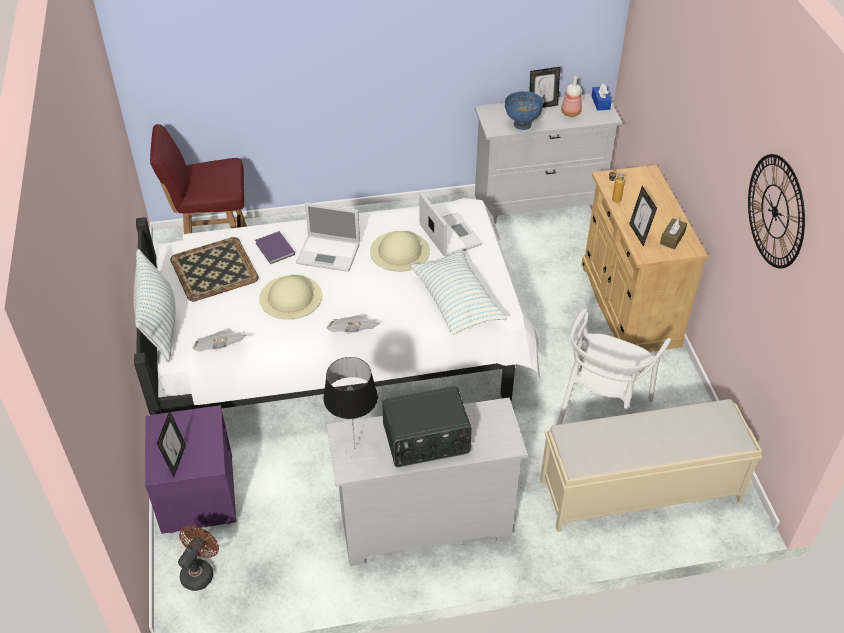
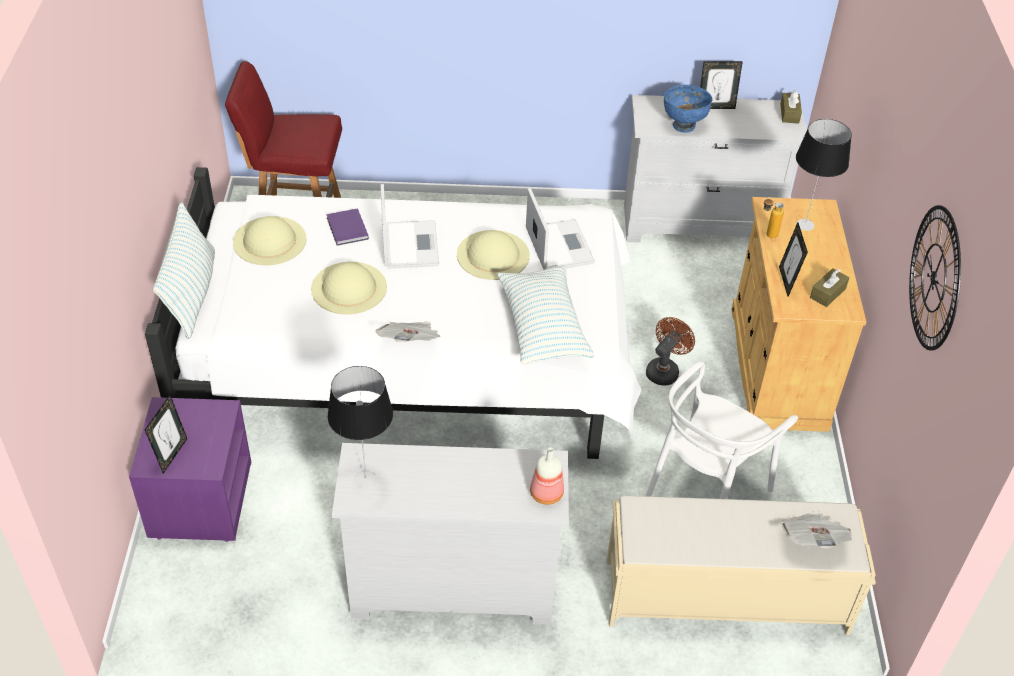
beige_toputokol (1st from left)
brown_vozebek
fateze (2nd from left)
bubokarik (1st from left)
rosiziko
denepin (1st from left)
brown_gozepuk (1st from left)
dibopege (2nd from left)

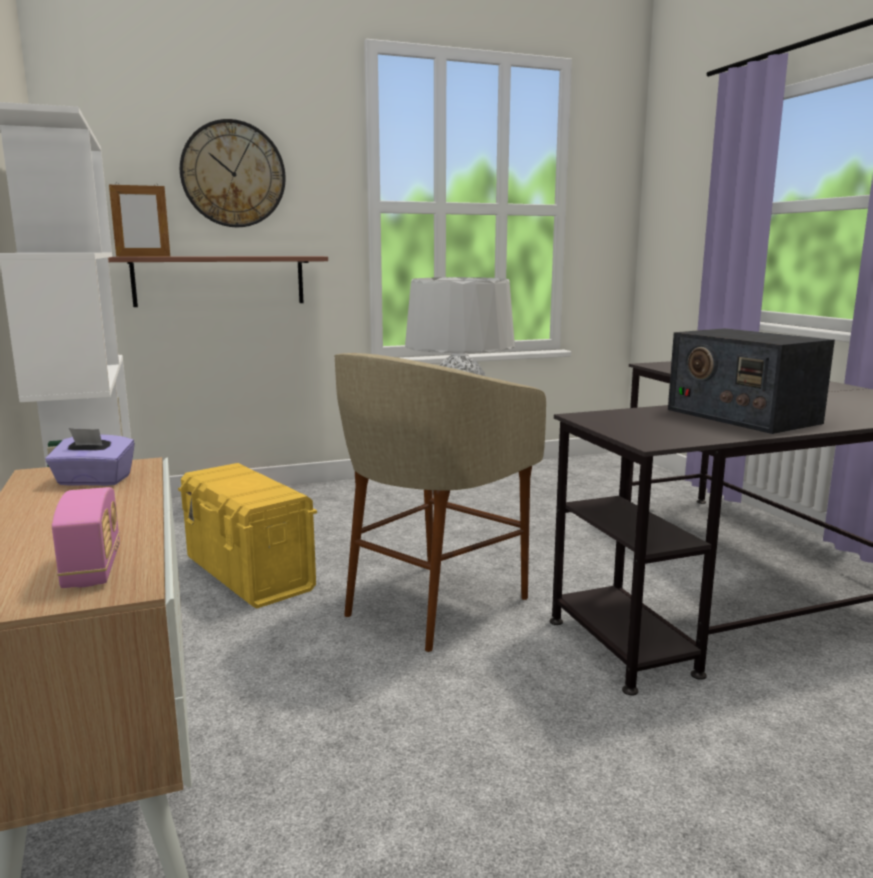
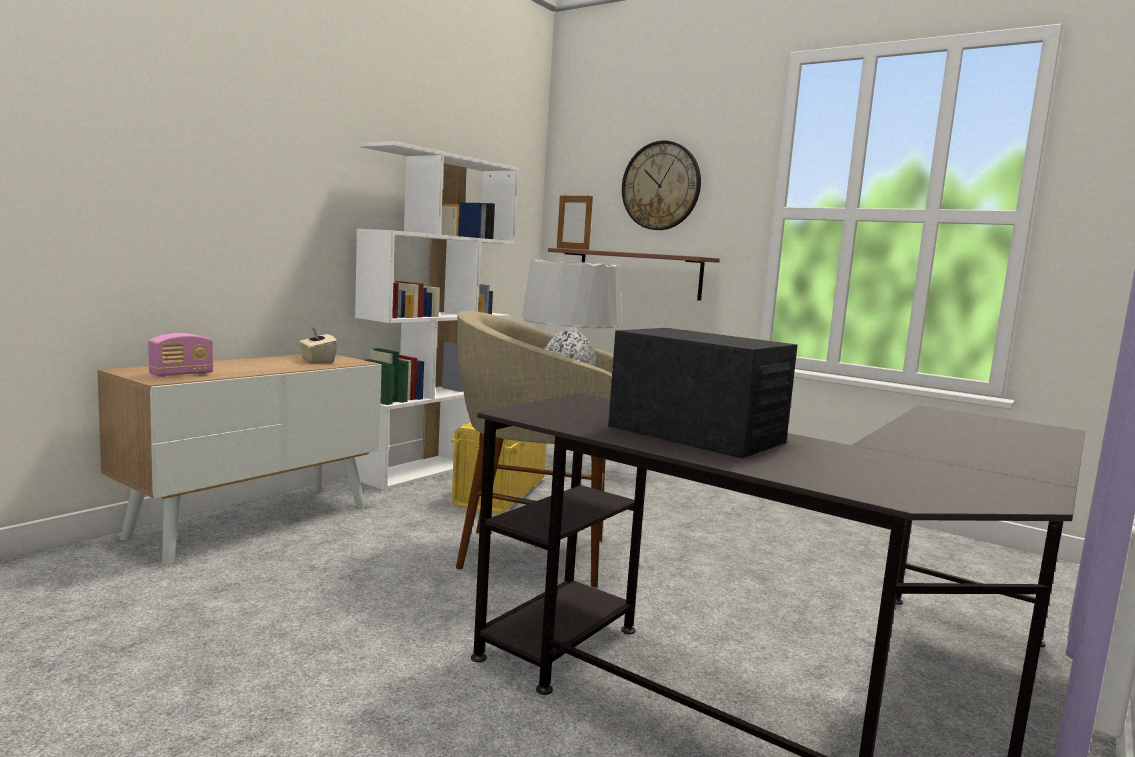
beige_gozepuk
rosiziko (2nd from left)

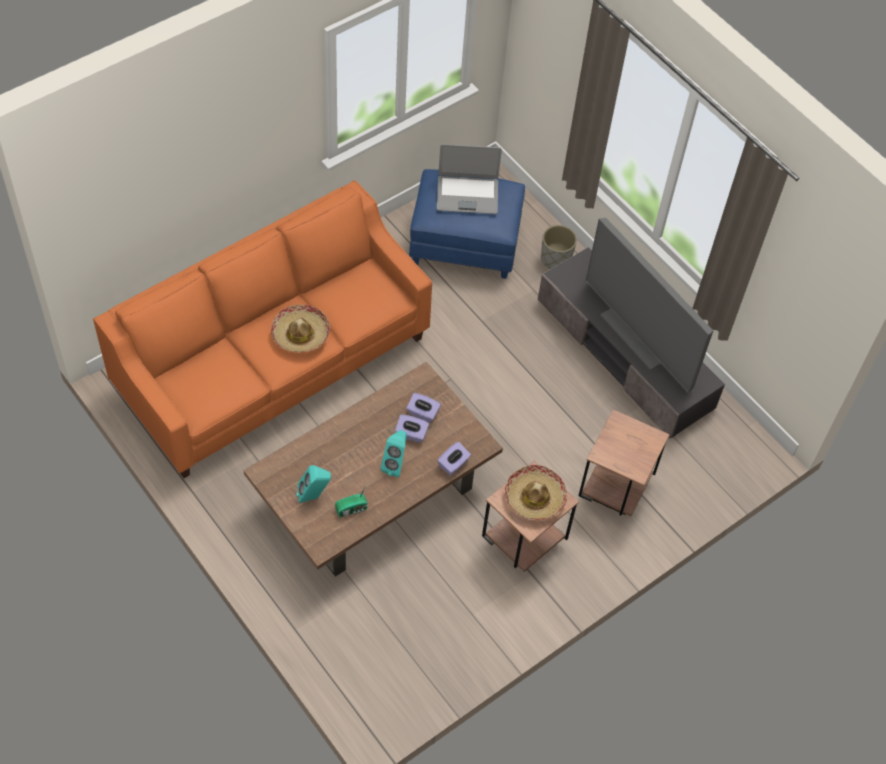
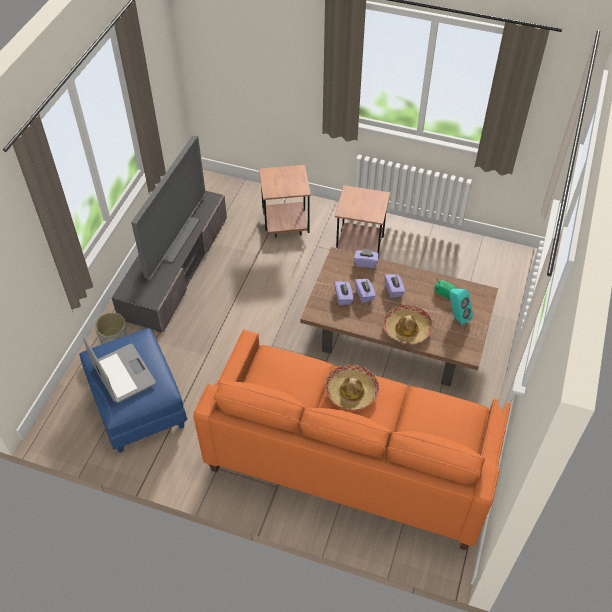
purple_gozepuk (4th from left)
toputokol (2nd from left)

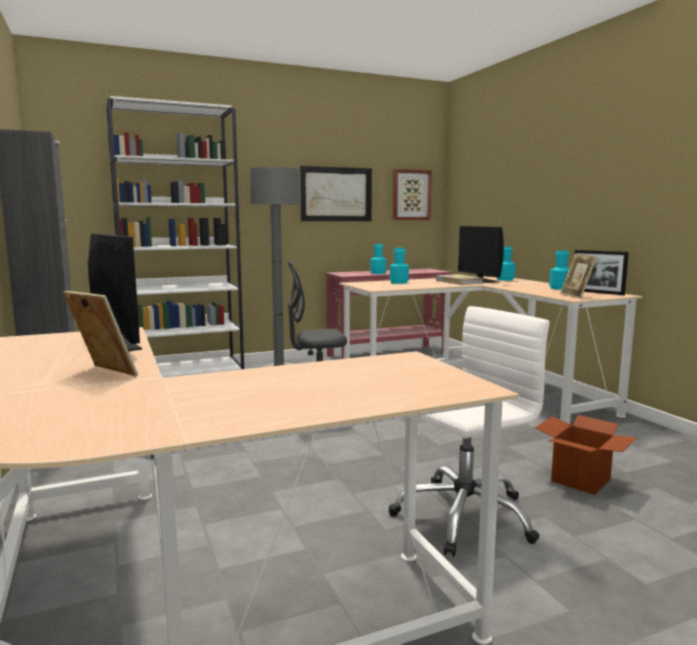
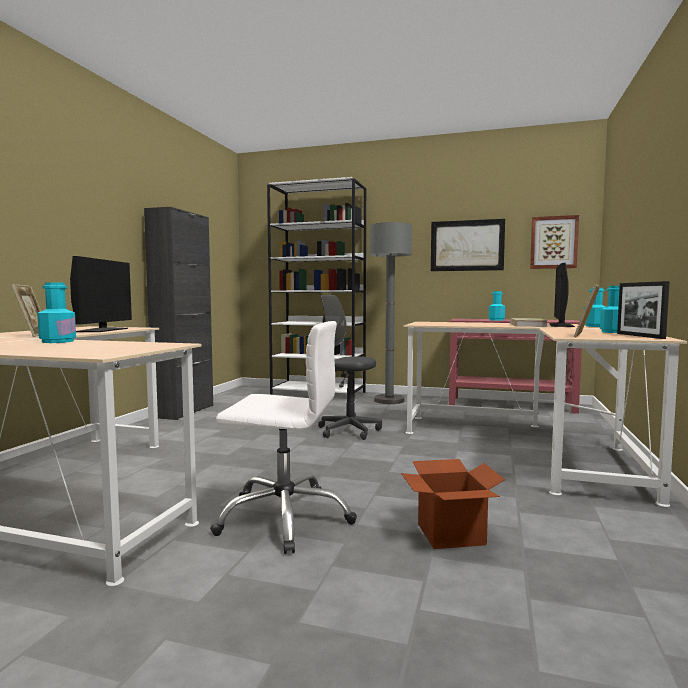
turquoise_denepin (1st from left)

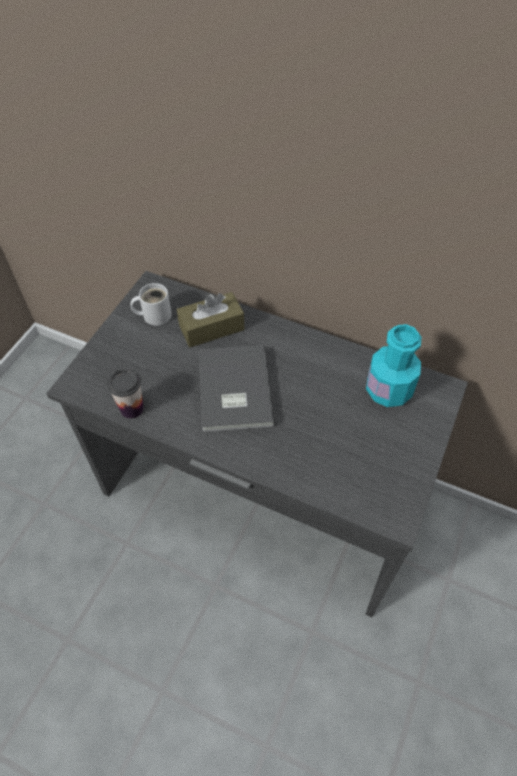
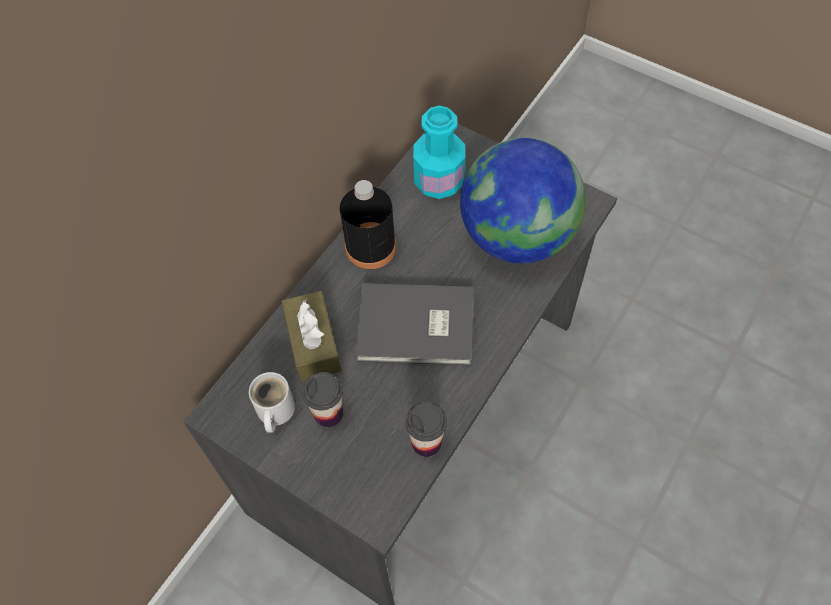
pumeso (1st from left)
black_denepin
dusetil

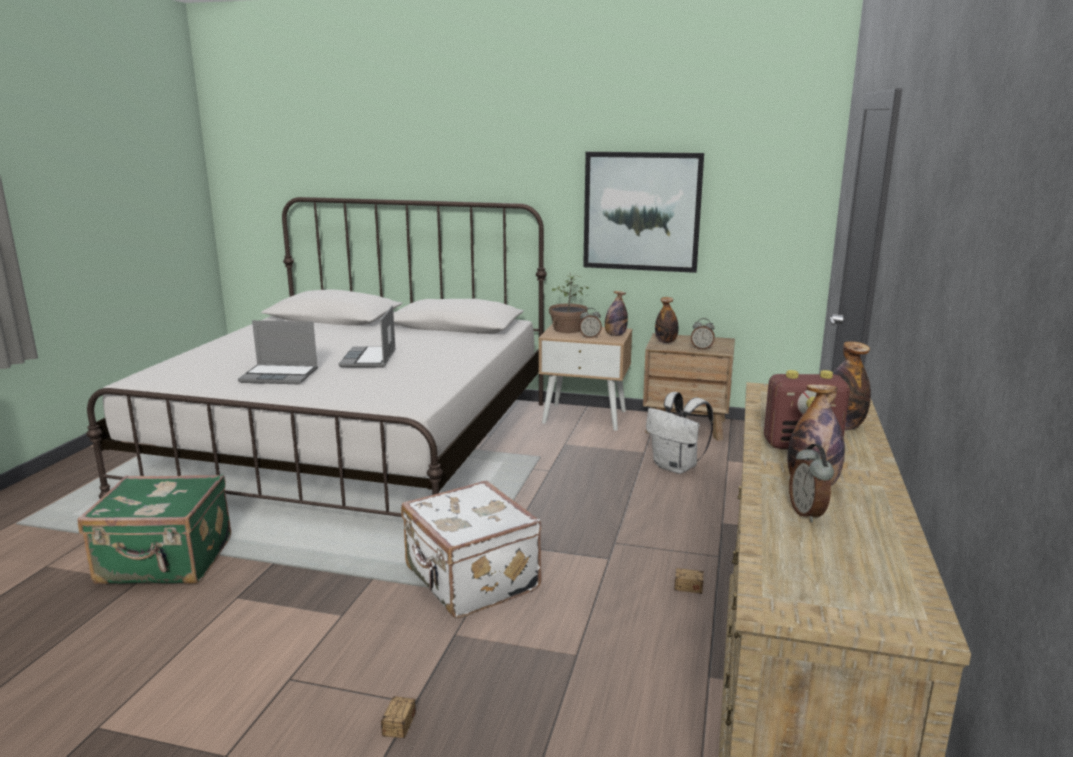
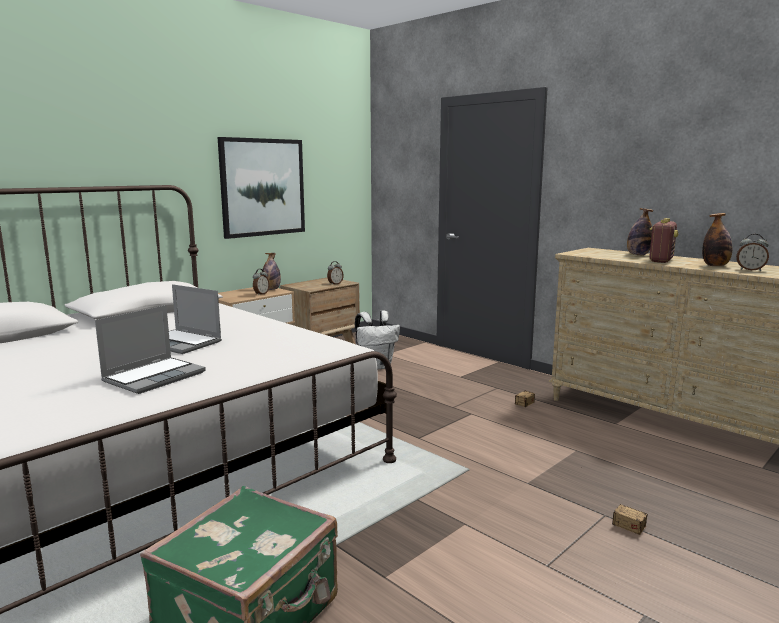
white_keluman
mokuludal
denepin (2nd from left in the first image)

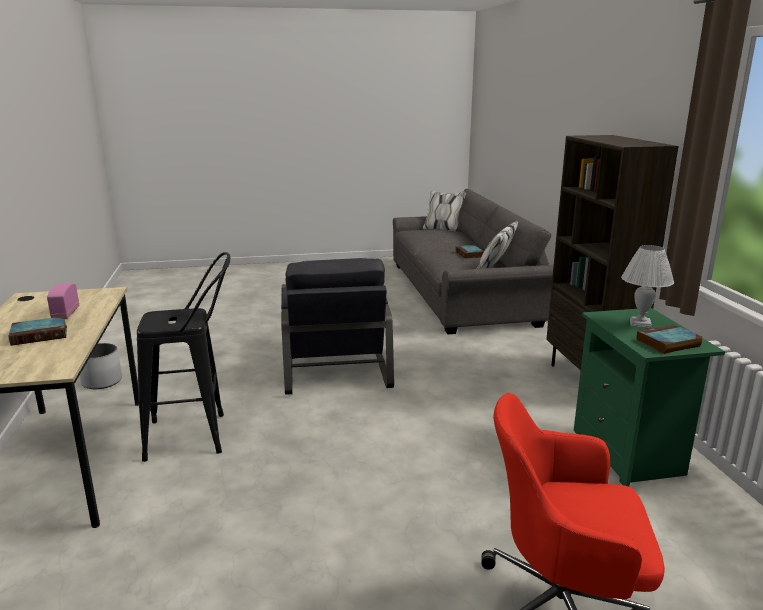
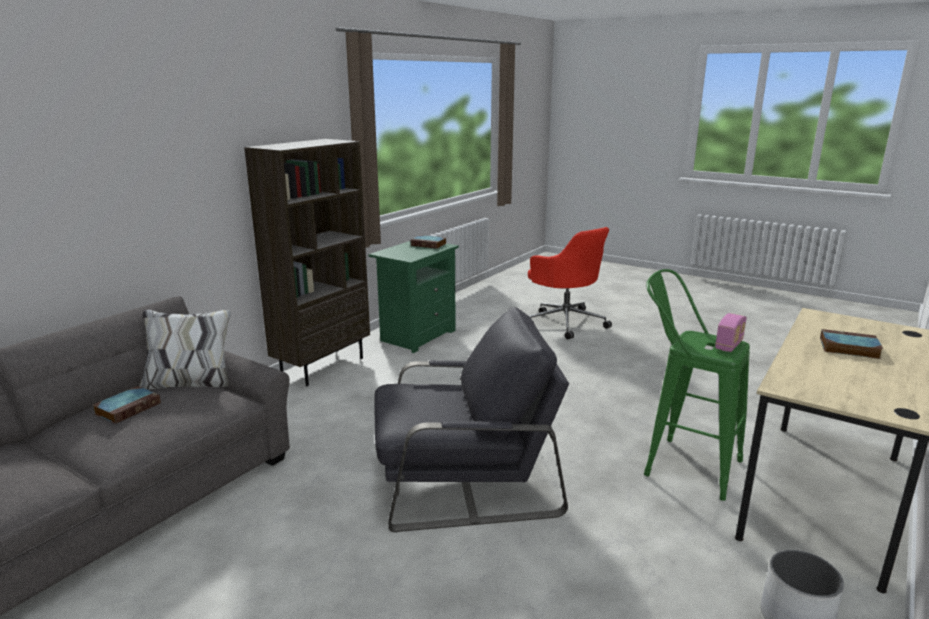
rosiziko
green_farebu
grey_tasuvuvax
white_dibopege

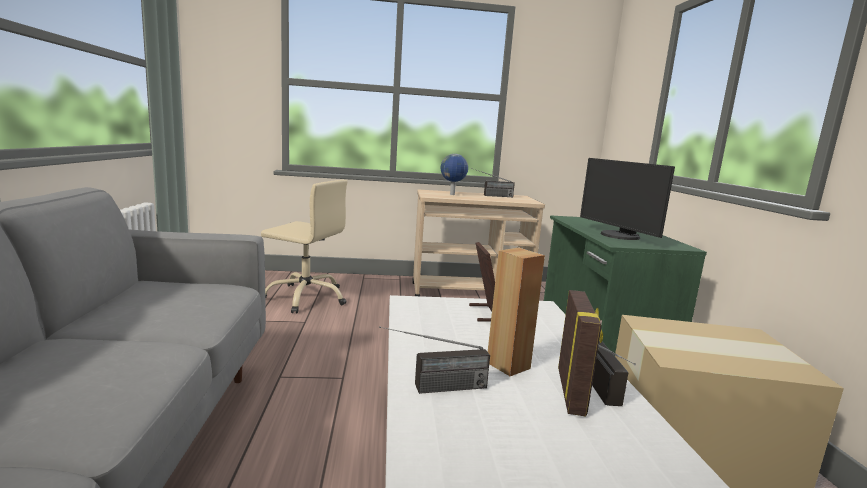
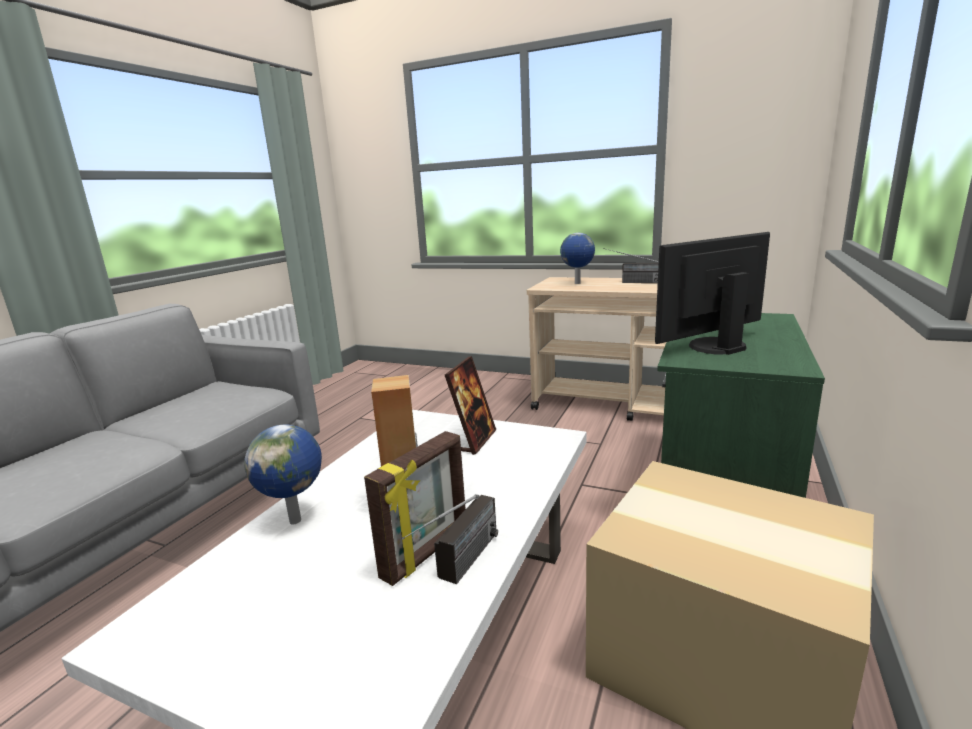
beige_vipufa
dusetil (1st from left)
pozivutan

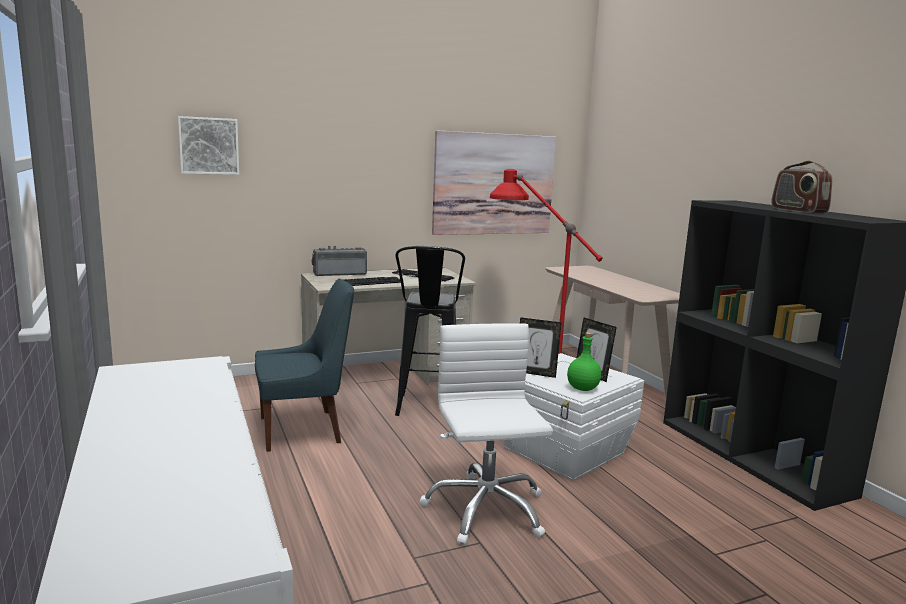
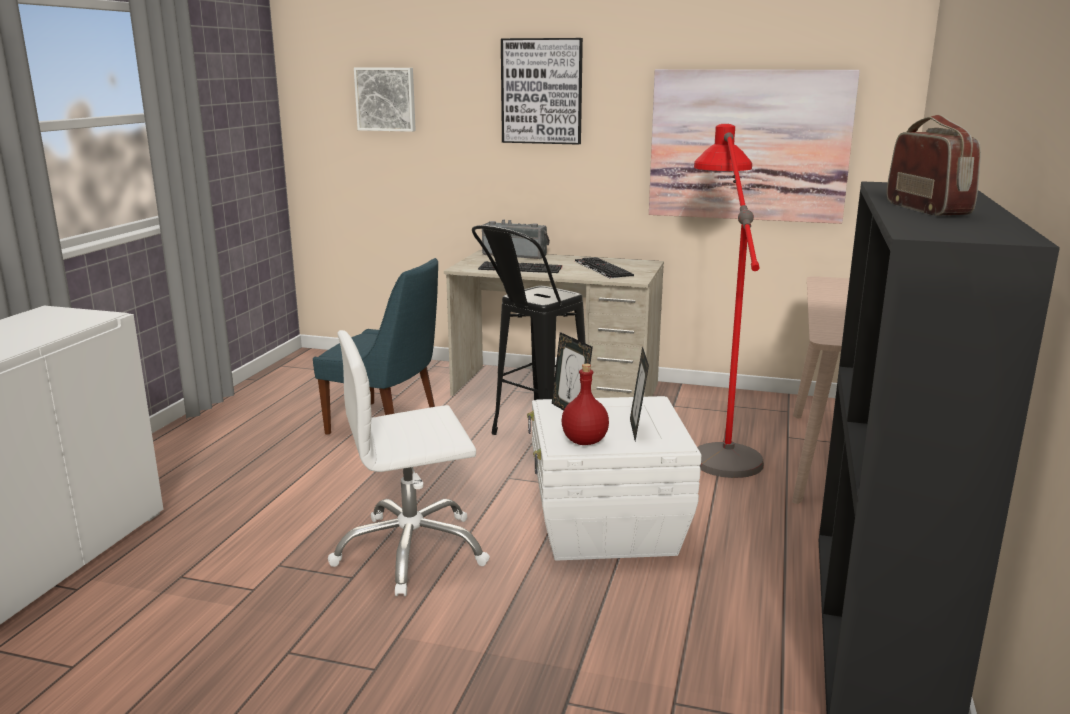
white_vipufa
red_denepin
rosiziko (2nd from left)
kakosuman (2nd from left)

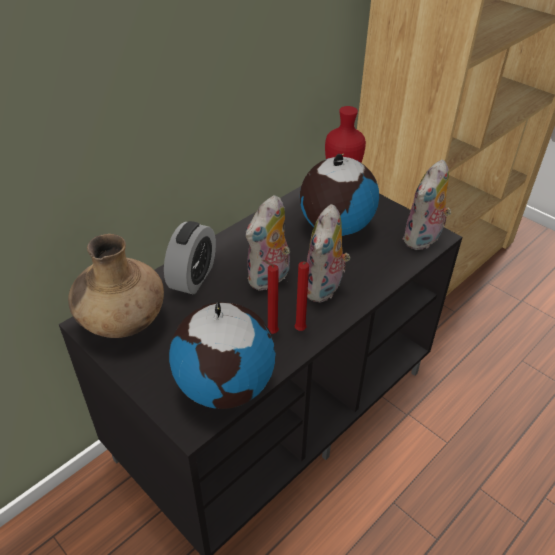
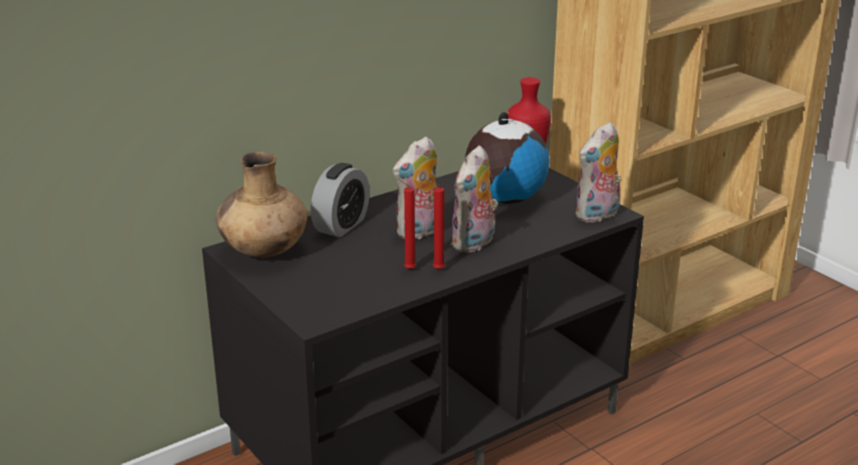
dusetil (1st from left in the first image)

